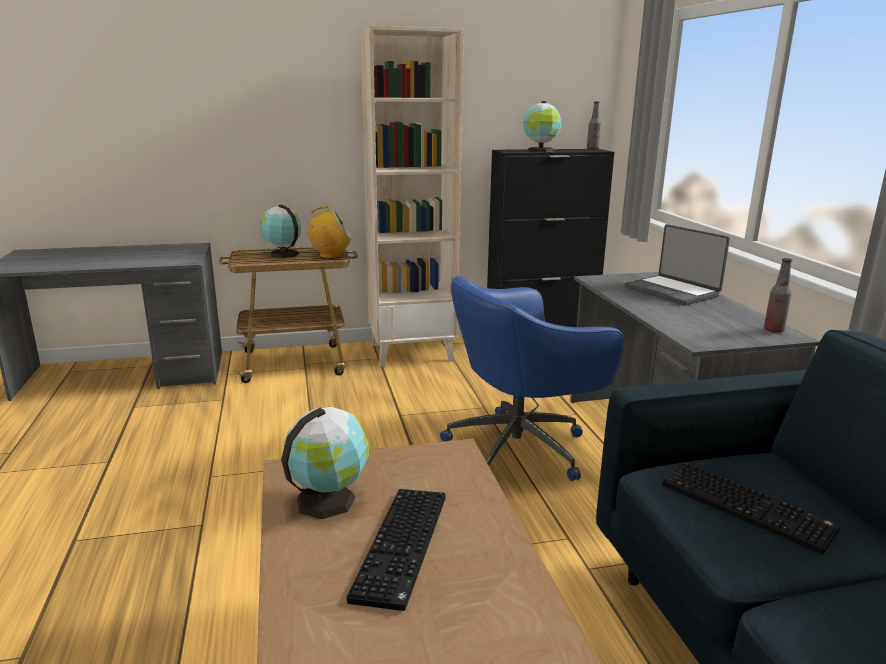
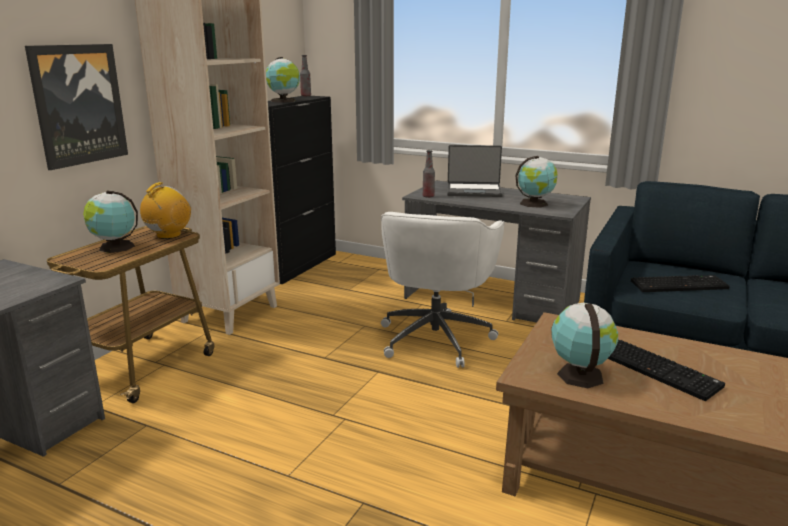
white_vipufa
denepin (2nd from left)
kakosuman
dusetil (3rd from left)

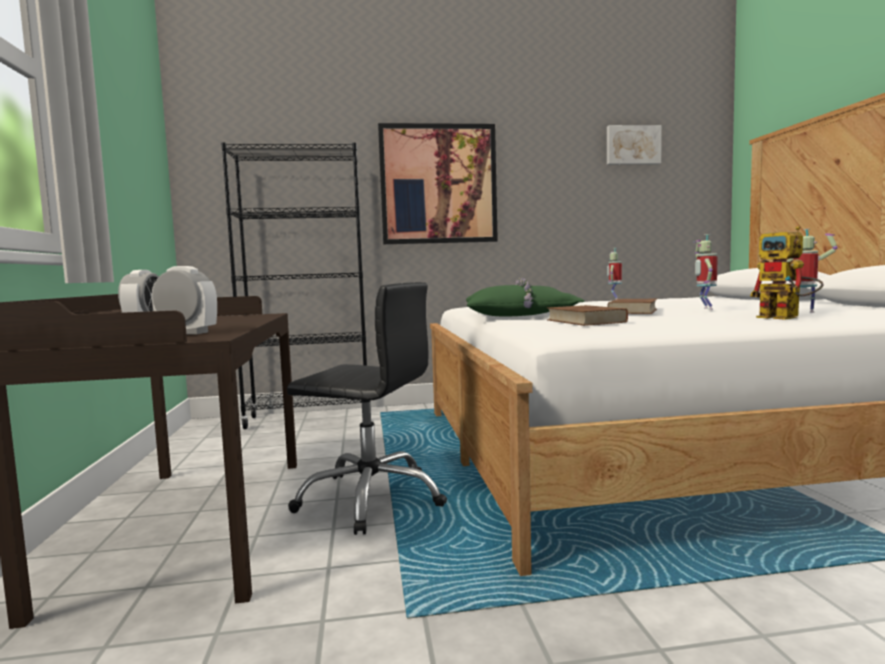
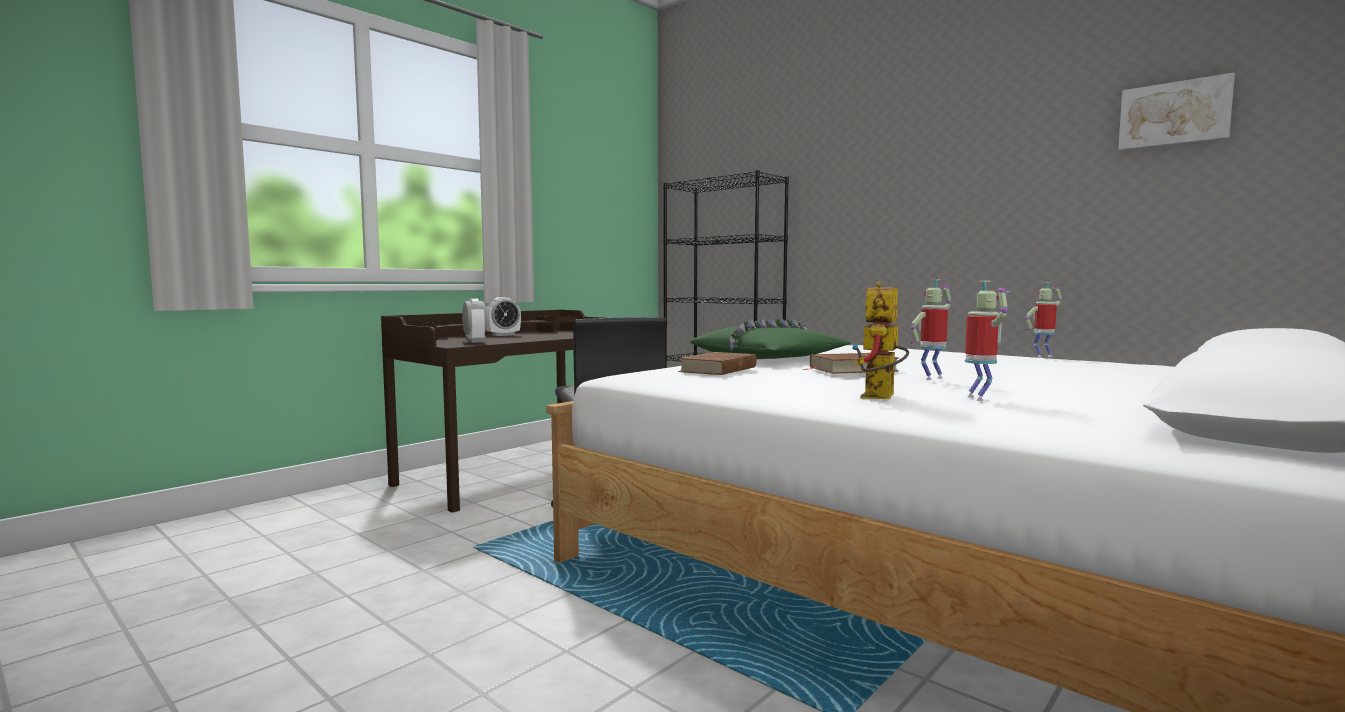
kakosuman (1st from left in the first image)

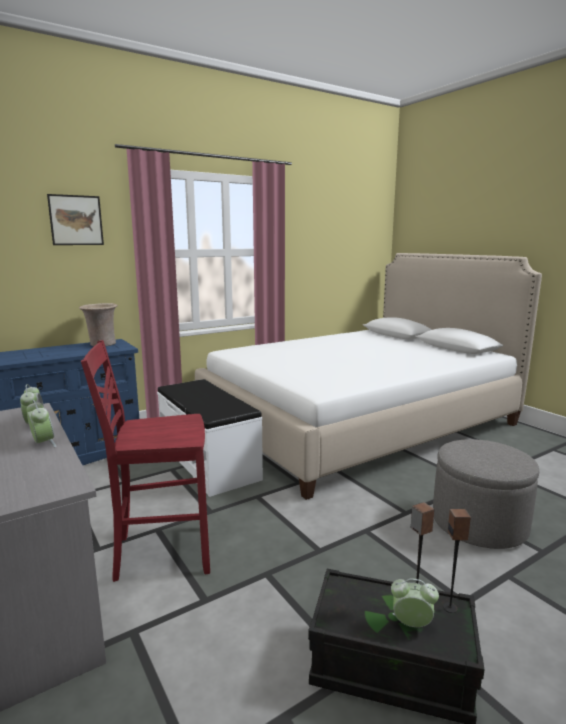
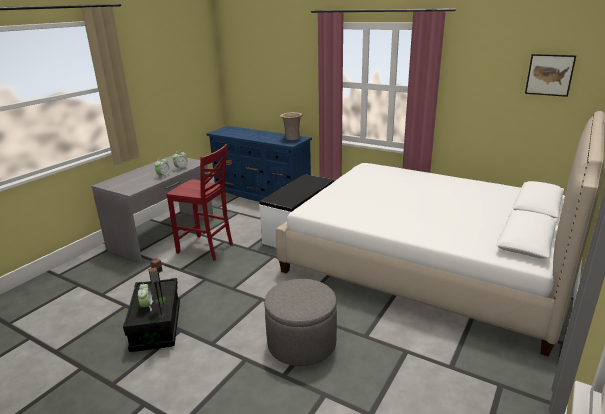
kakosuman
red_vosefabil

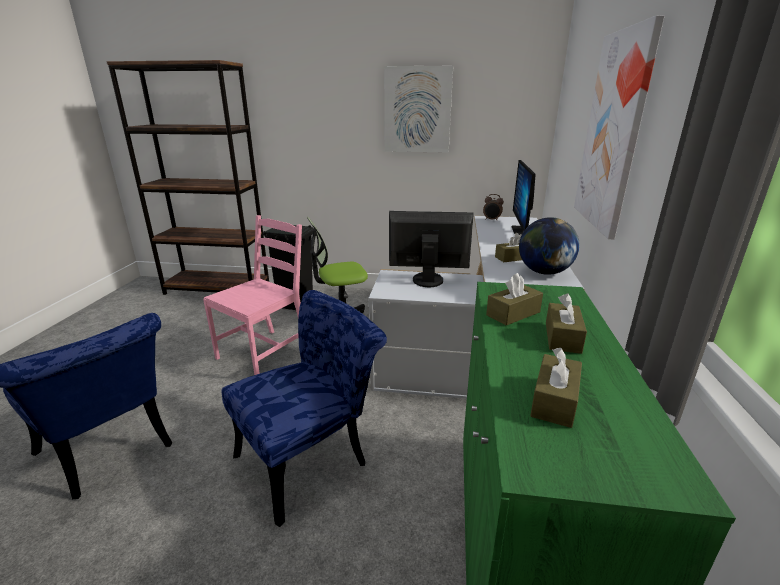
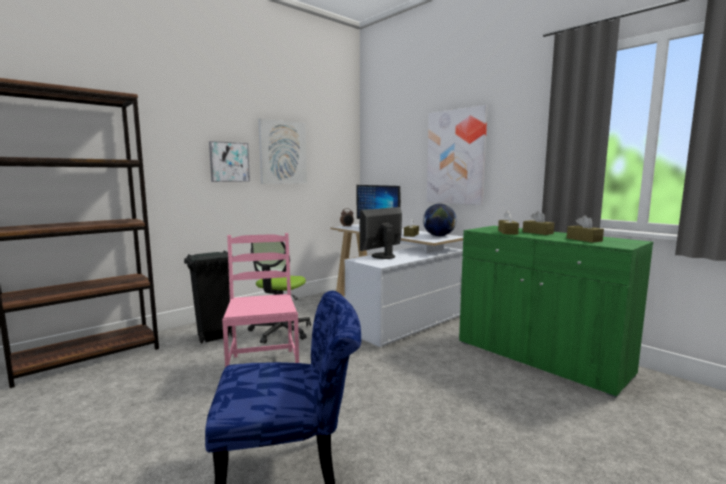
blue_vosefabil (2nd from left in the first image)
kakosuman (1st from left)

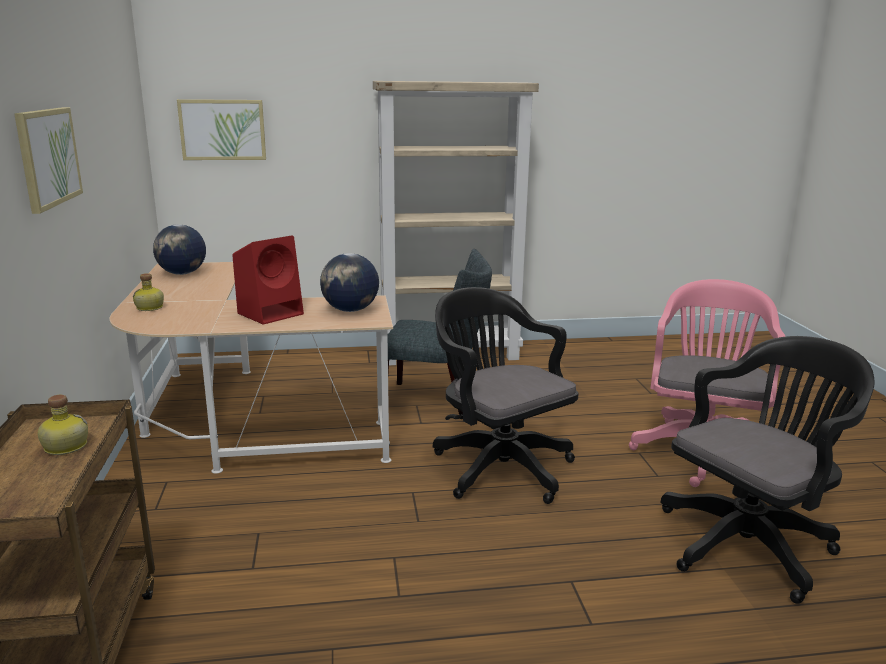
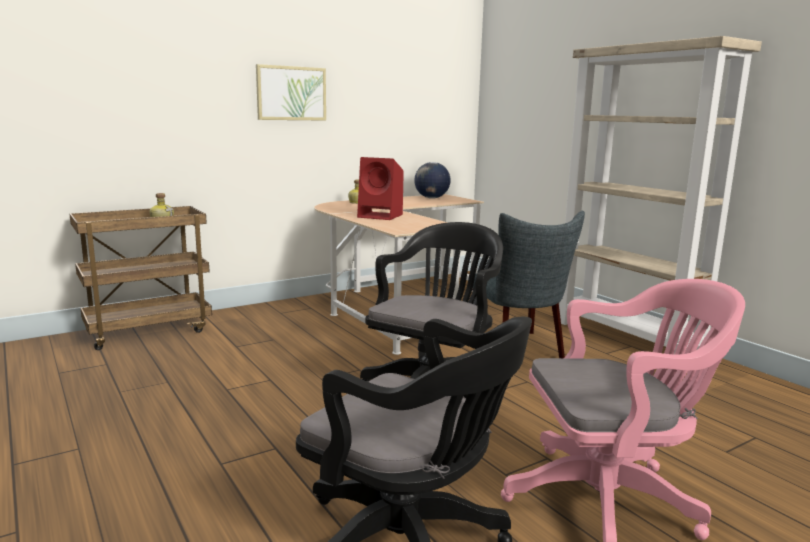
kakosuman (2nd from left in the first image)
dusetil (2nd from left in the first image)

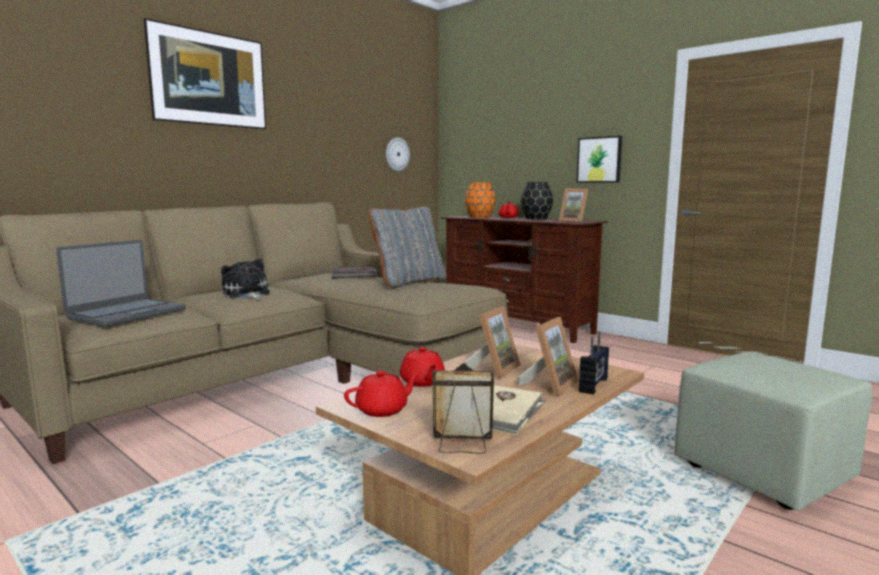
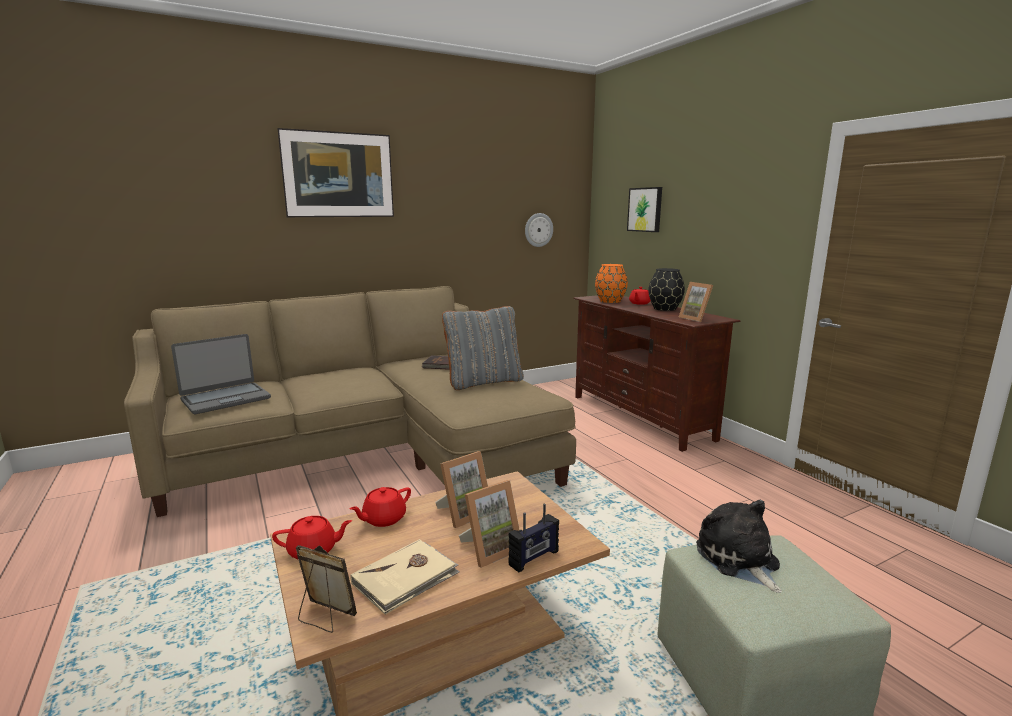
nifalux
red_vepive (2nd from left)
kakosuman (2nd from left)

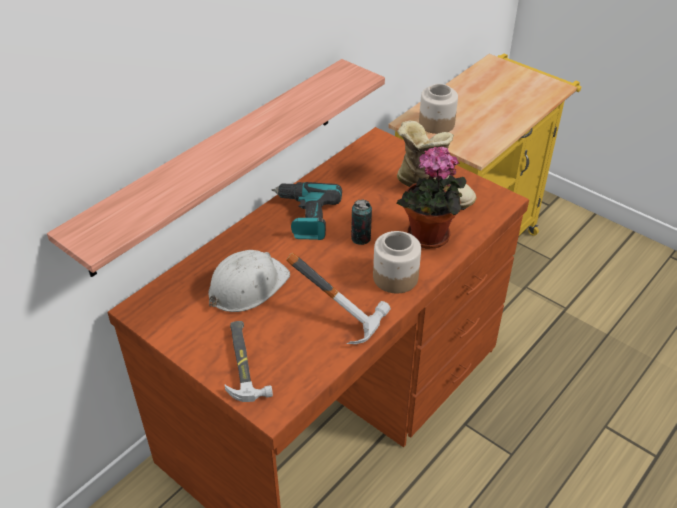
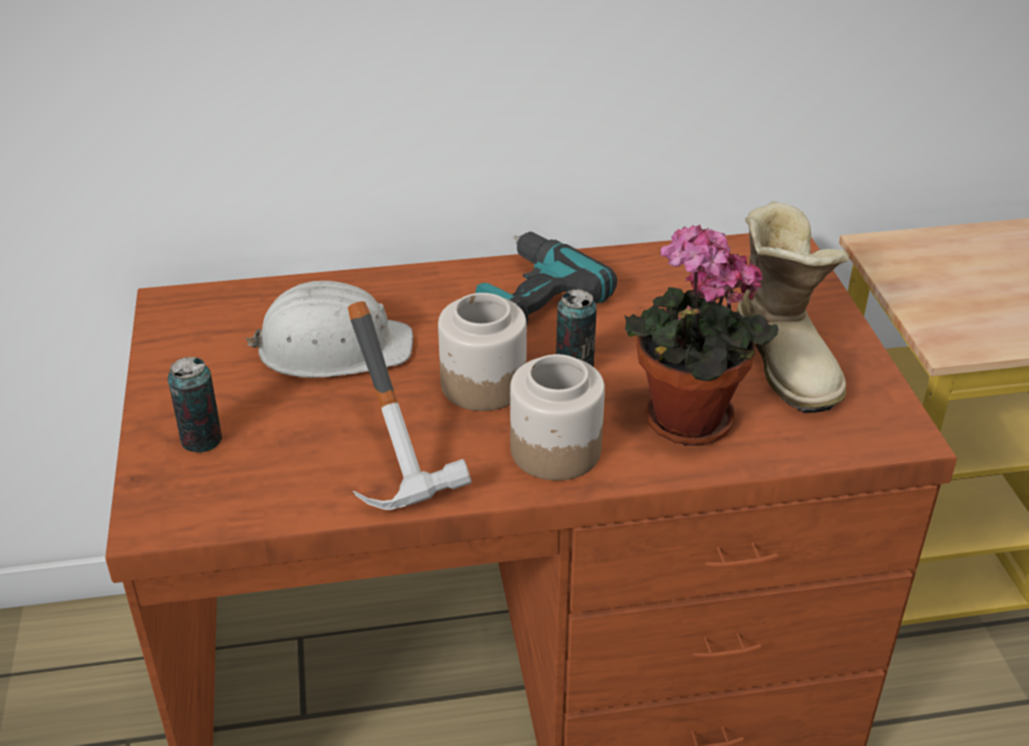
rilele
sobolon (1st from left)
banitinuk (1st from left)

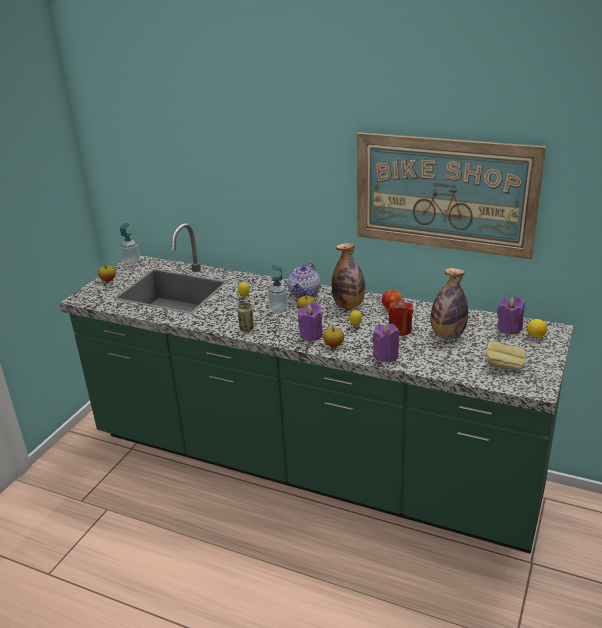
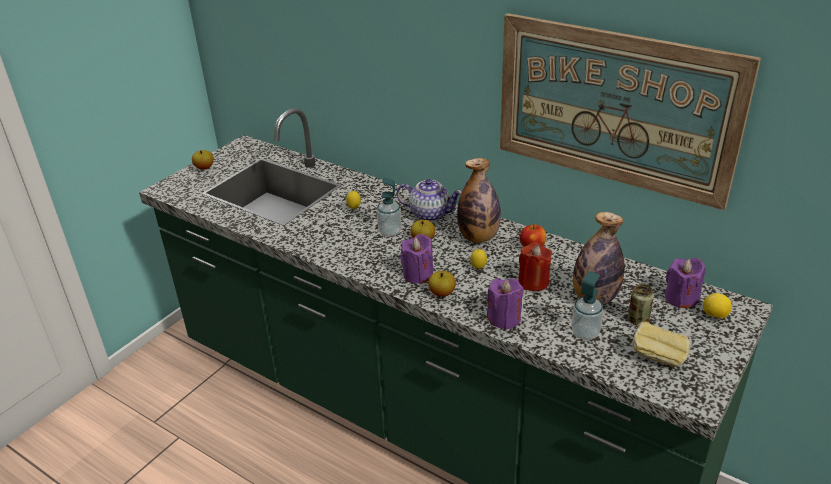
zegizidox (2nd from left)
sobolon
vepive

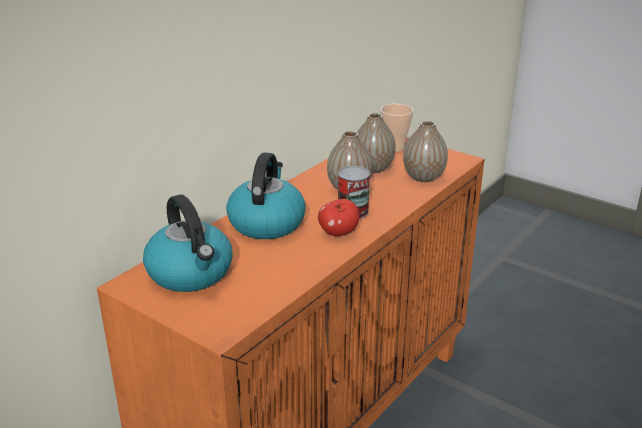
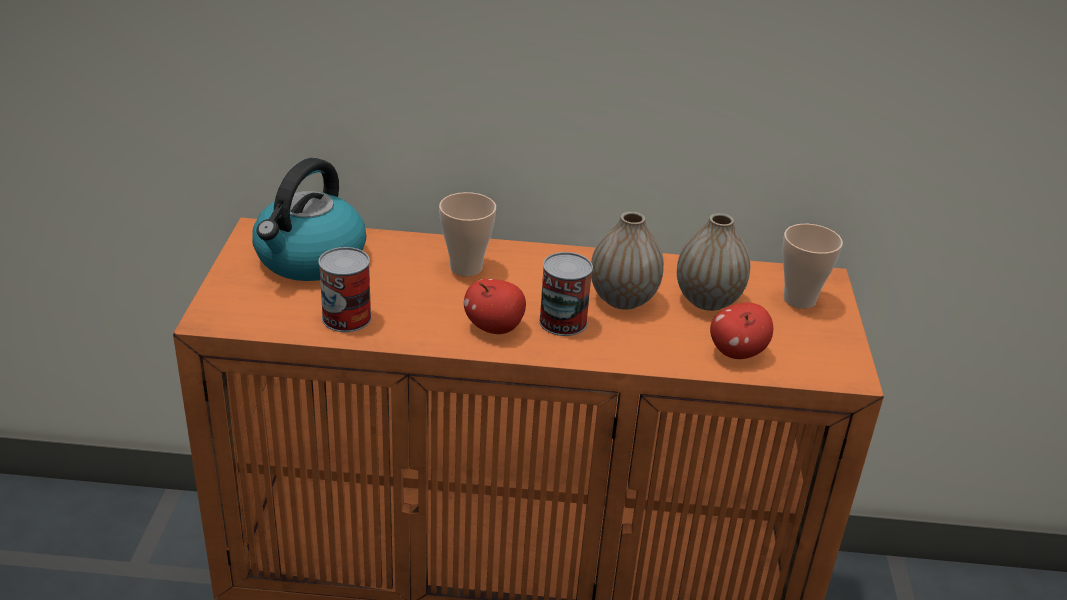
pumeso (1st from left)
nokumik (2nd from left)
sobolon (1st from left)

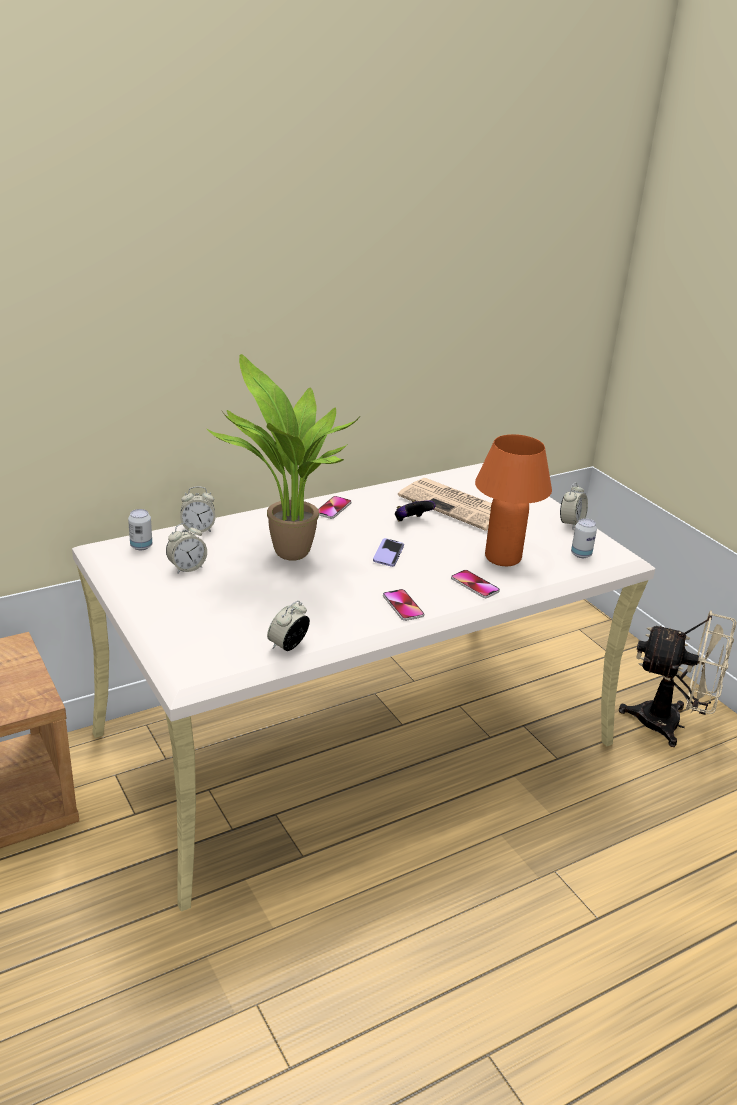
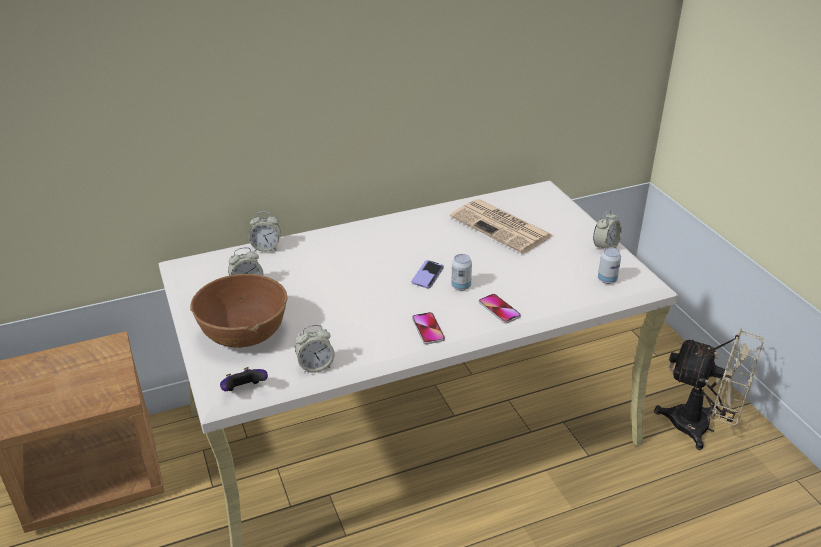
sobolon (1st from left)
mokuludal
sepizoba (3rd from left)
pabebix (1st from left in the first image)
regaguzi
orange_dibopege
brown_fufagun

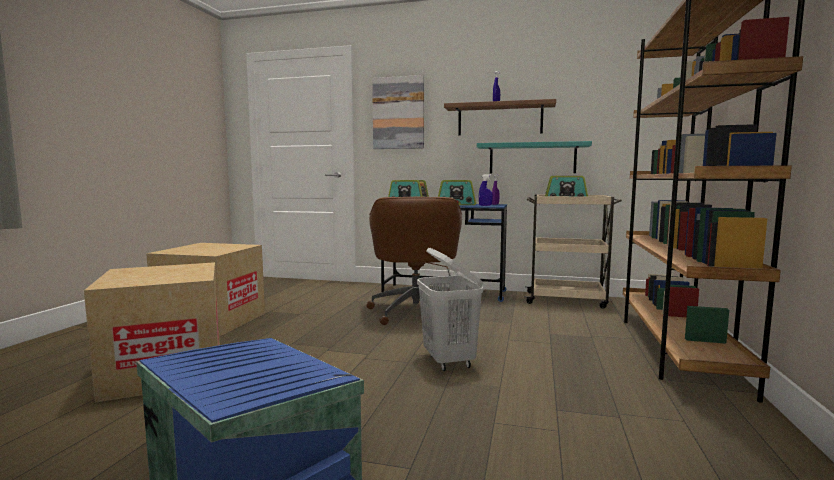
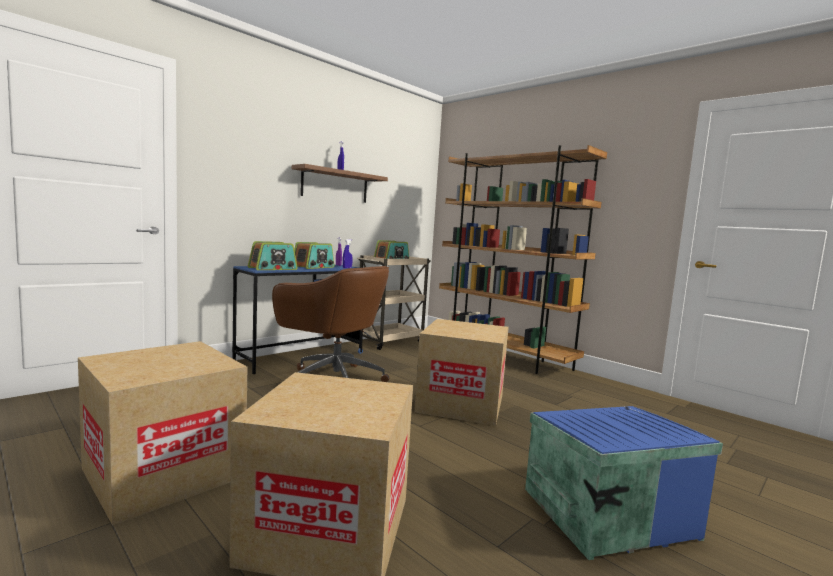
kakosuman
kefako (3rd from left)
turquoise_rilele

